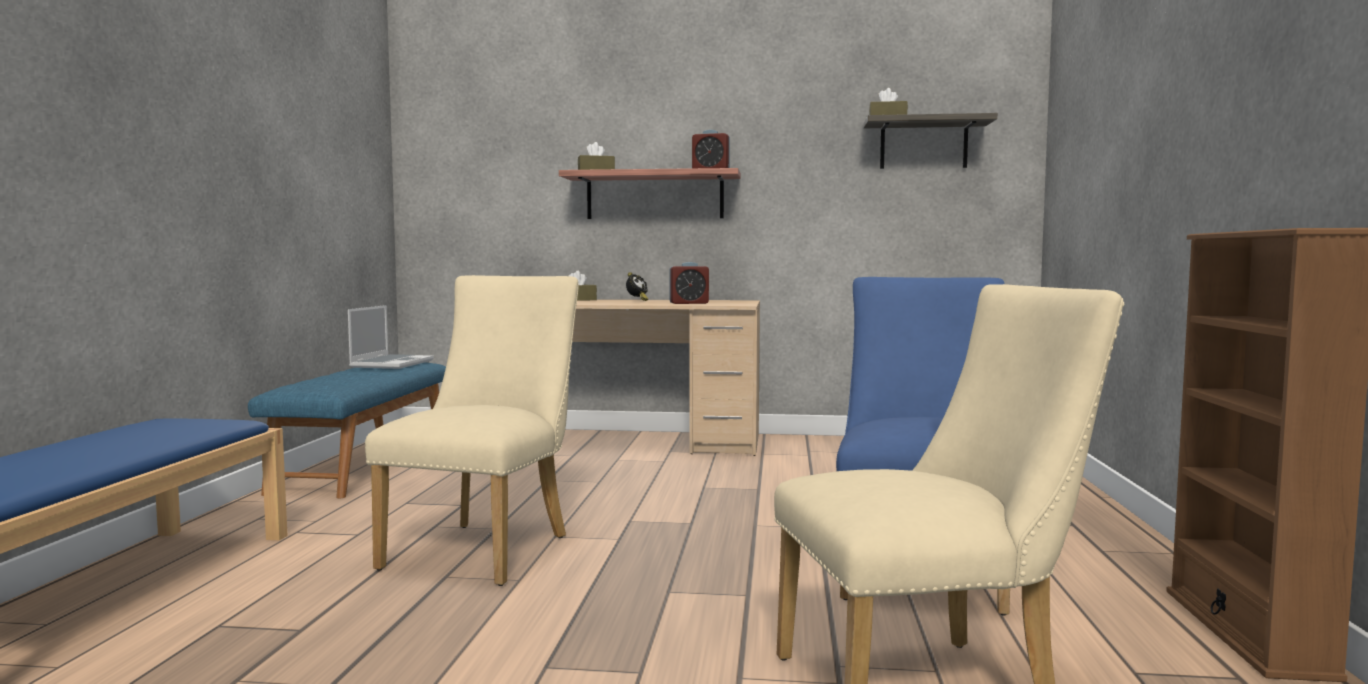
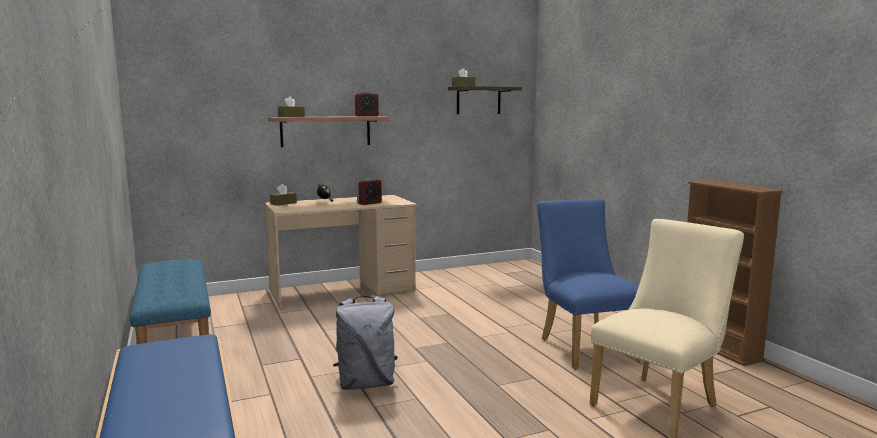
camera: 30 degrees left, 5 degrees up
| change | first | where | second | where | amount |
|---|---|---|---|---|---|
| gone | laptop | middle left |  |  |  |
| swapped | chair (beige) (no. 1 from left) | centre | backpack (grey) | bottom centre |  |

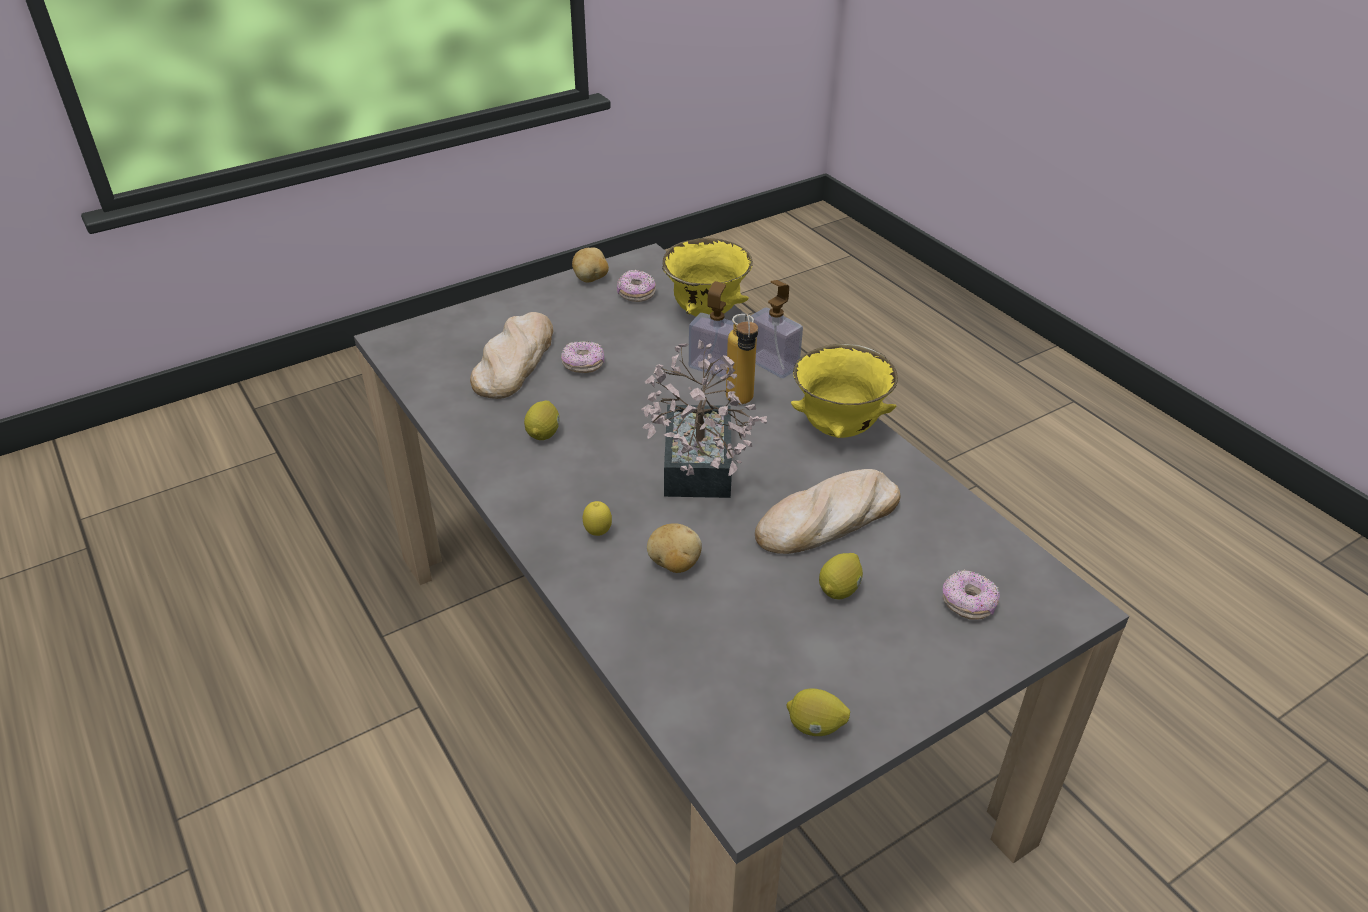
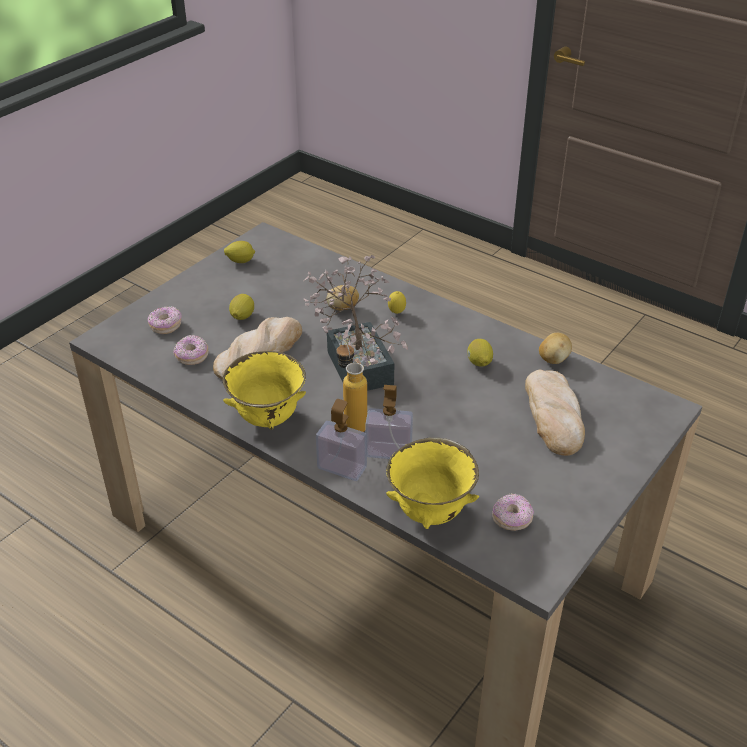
camera: 160 degrees right, 0 degrees up
| change | first | where | second | where | amount |
|---|---|---|---|---|---|
| shifted | donut (no. 1 from left in the first image) | centre | donut (no. 2 from left) | middle left |  |
| shifted | potato (no. 1 from left in the first image) | top centre | potato (no. 2 from left) | middle right |  |

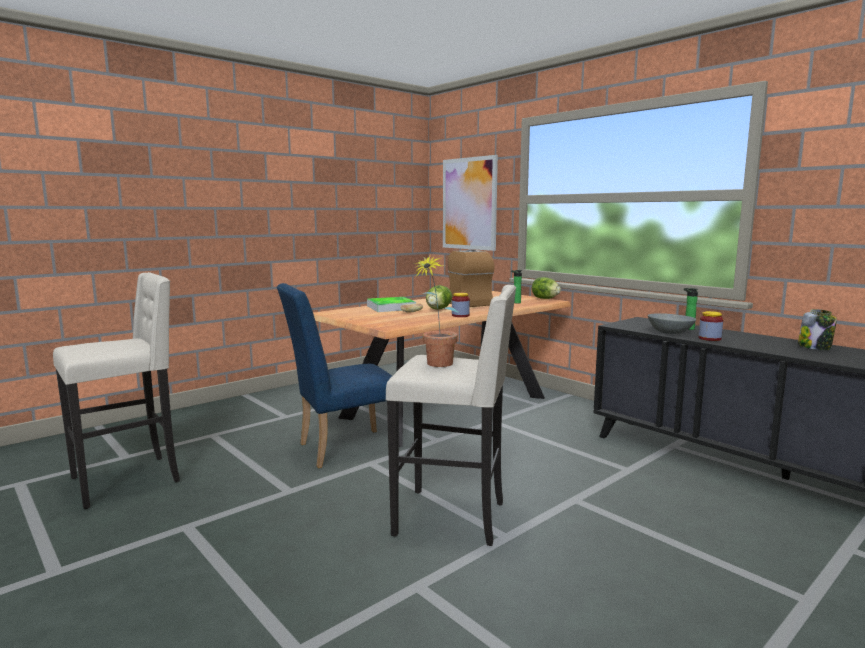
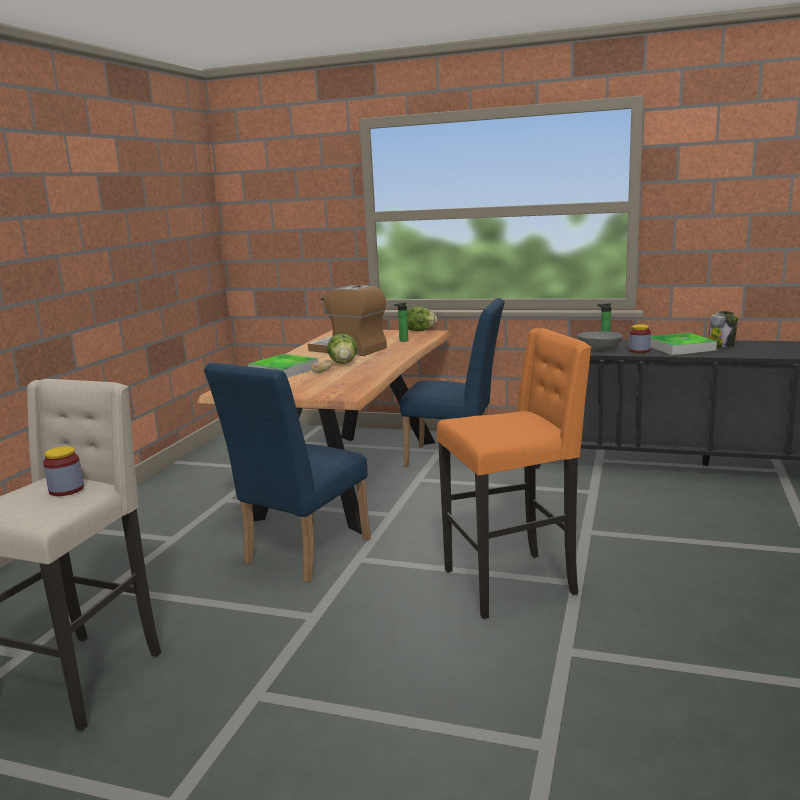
camera: 30 degrees left, 5 degrees up
| change | first | where | second | where | amount |
|---|---|---|---|---|---|
| gone | potted plant | centre |  |  |  |
| gone | picture | top centre |  |  |  |
| new |  |  | chair (blue) (no. 2 from left) | centre |  |
| new |  |  | tray (no. 2 from left) | middle right |  |
| shifted | jar (no. 1 from left) | centre |  | middle left |  |
| repainted | stool (beige) (no. 2 from left) | centre | stool (orange) | centre |  |

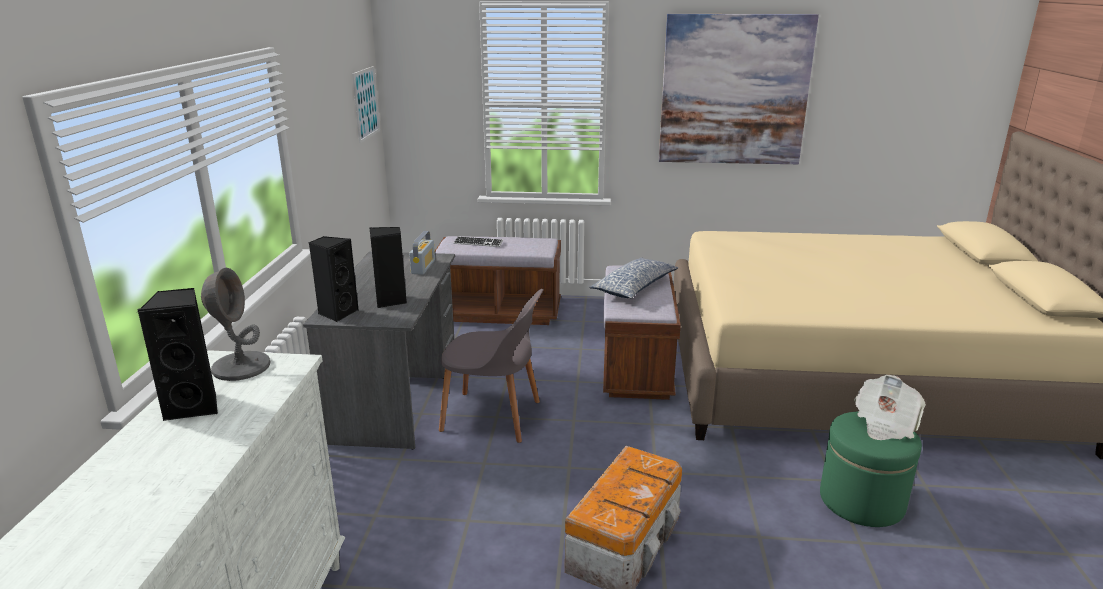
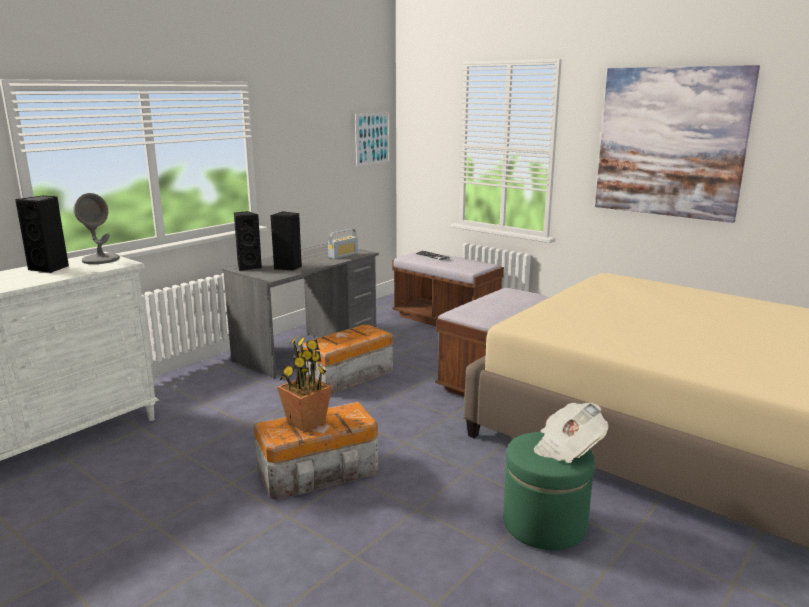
camera: 35 degrees right, 5 degrees down
| change | first | where | second | where | amount |
|---|---|---|---|---|---|
| gone | pillow | centre |  |  |  |
| new |  |  | potted plant | centre |  |
| swapped | chair (grey) | centre | storage box (no. 2 from left) | centre |  |

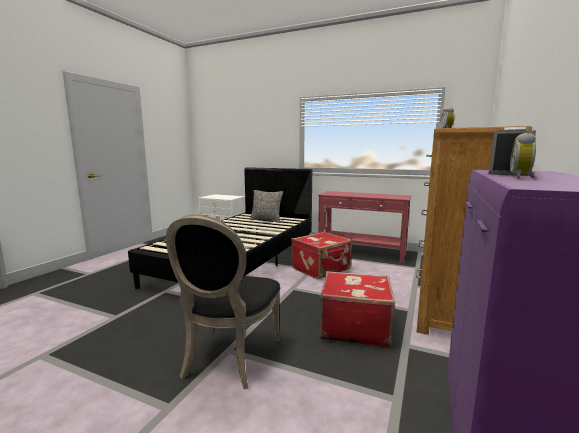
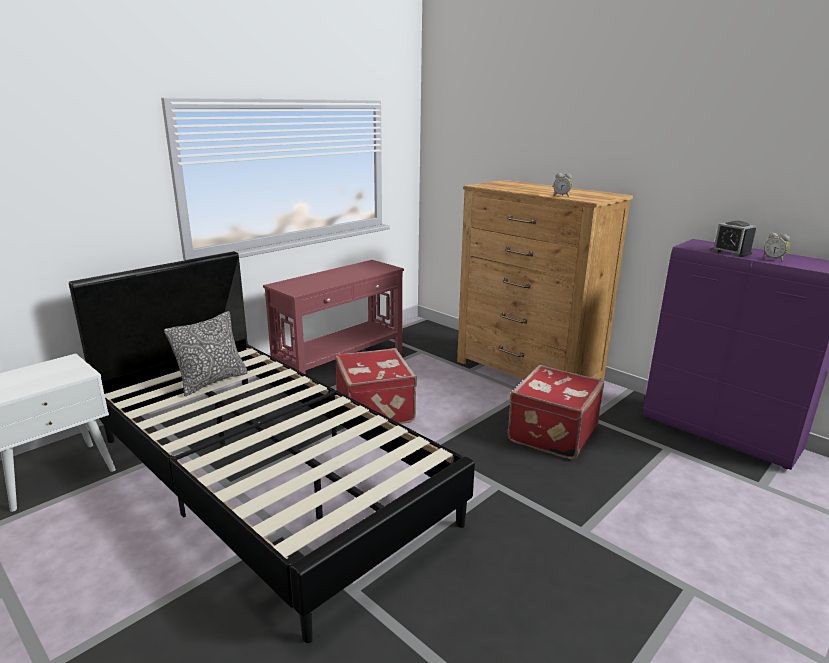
camera: 70 degrees left, 10 degrees up
| change | first | where | second | where | amount |
|---|---|---|---|---|---|
| gone | chair (black) | bottom centre |  |  |  |

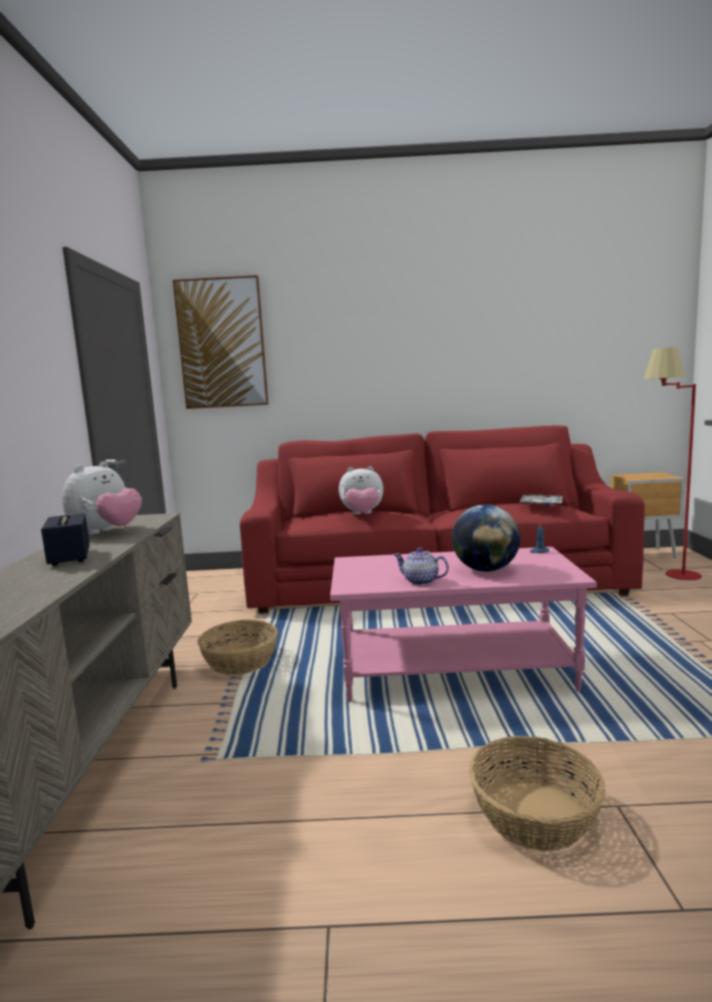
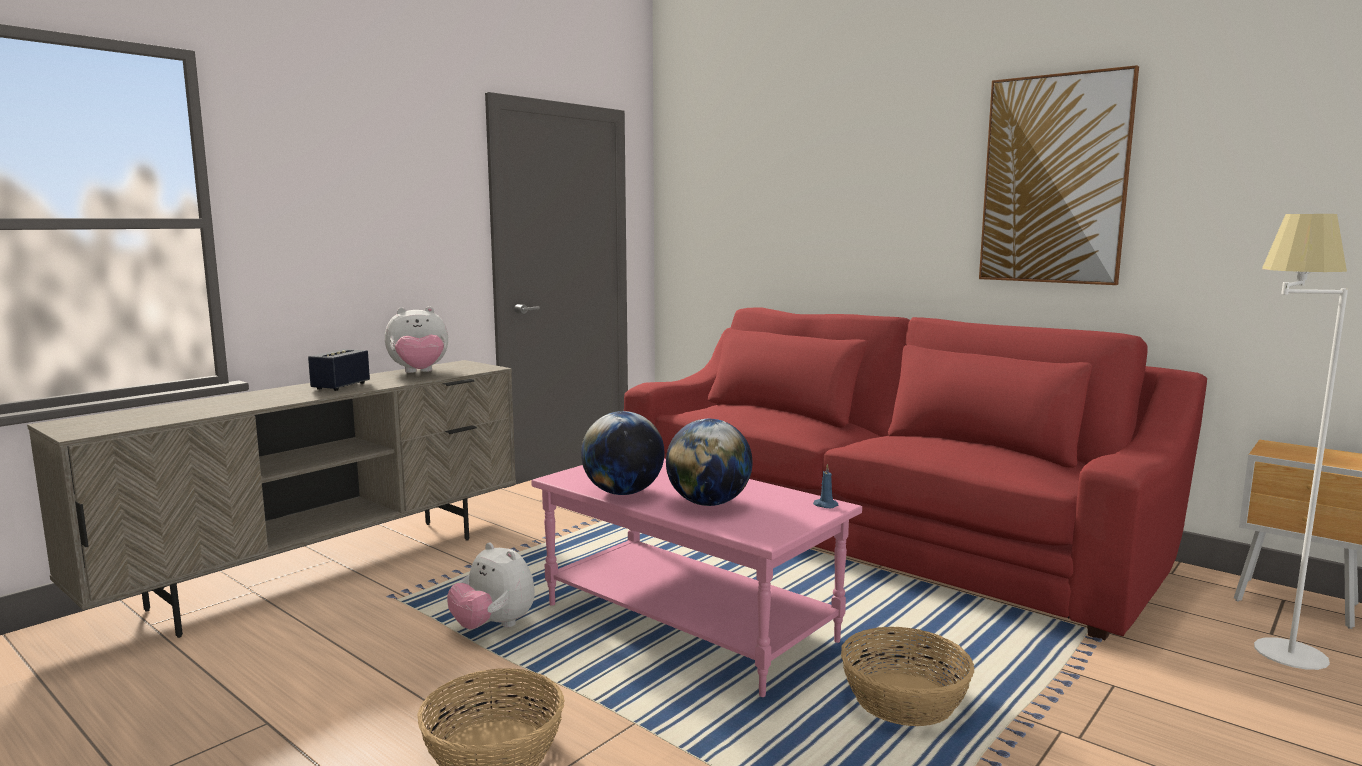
camera: 40 degrees right, 0 degrees up
| change | first | where | second | where | amount |
|---|---|---|---|---|---|
| gone | tray | middle right |  |  |  |
| shifted | picture | middle left |  | top right |  |
| shifted | basket (no. 1 from left in the first image) | middle left | basket (no. 2 from left) | bottom right |  |
| shifted | plush toy (no. 2 from left) | centre |  | bottom centre |  |
| swapped | teapot | centre | globe (no. 1 from left) | centre |  |
| repainted | floor lamp (red) | middle right | floor lamp (white) | middle right |  |

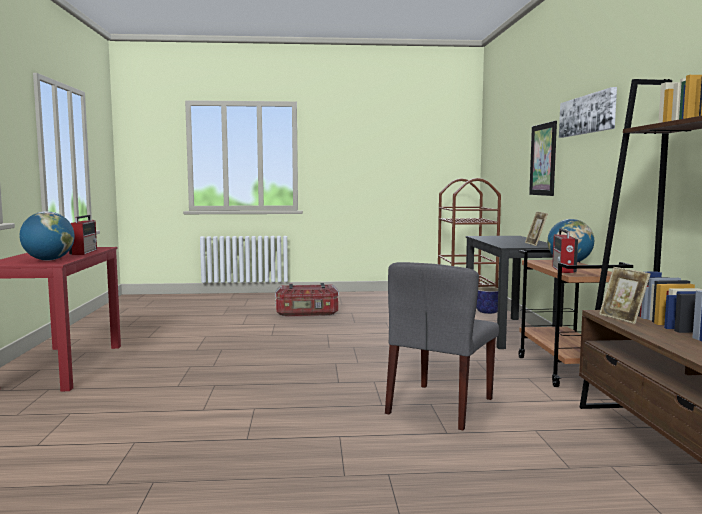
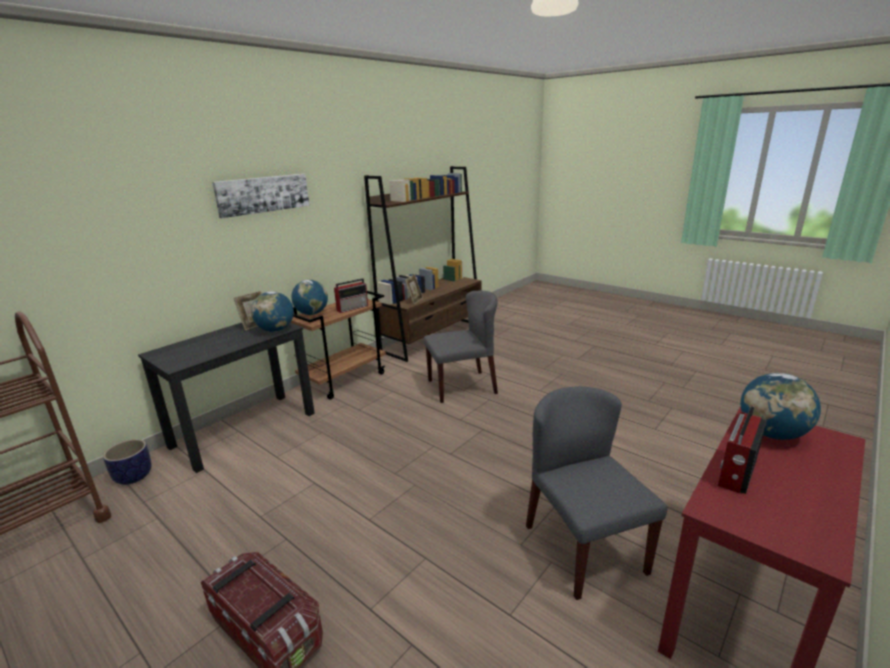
camera: 135 degrees left, 15 degrees up
| change | first | where | second | where | amount |
|---|---|---|---|---|---|
| gone | picture (no. 1 from left) | top right |  |  |  |
| new |  |  | globe (no. 1 from left) | middle left |  |
| new |  |  | chair (grey) (no. 2 from left) | bottom right |  |

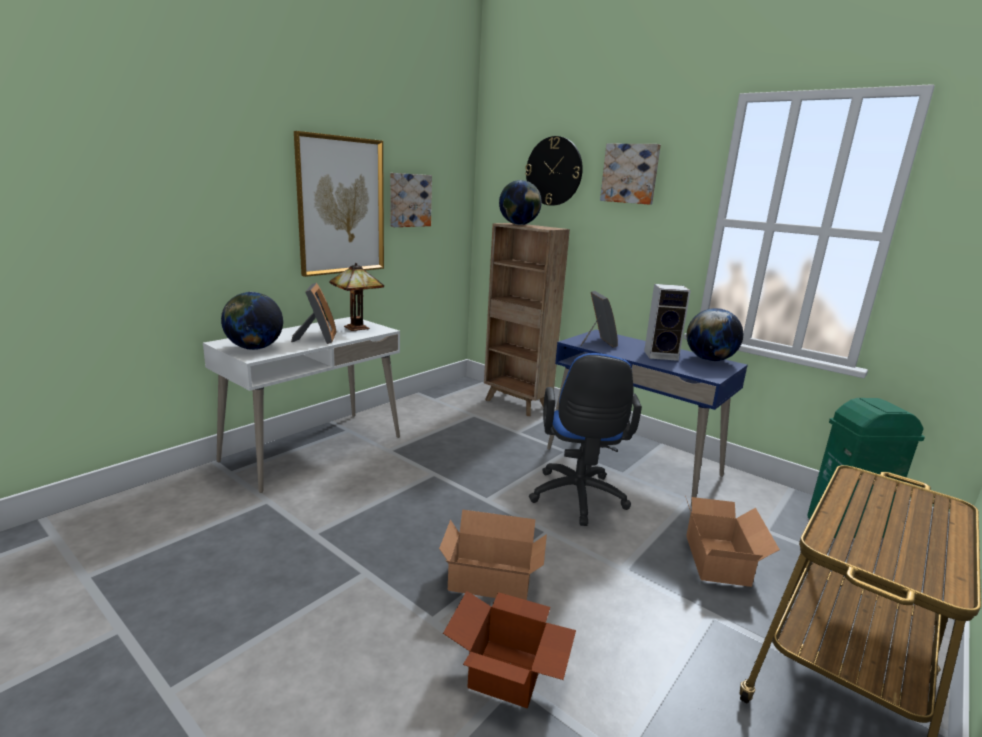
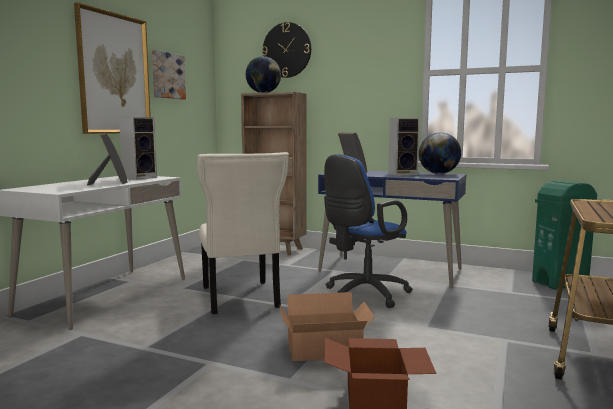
camera: 15 degrees left, 10 degrees down
| change | first | where | second | where | amount |
|---|---|---|---|---|---|
| gone | globe (no. 1 from left) | middle left |  |  |  |
| gone | picture (no. 3 from left) | top centre |  |  |  |
| gone | cardboard box (no. 3 from left) | bottom right |  |  |  |
| new |  |  | chair (beige) | centre |  |
| swapped | table lamp | centre | speaker (no. 1 from left) | middle left |  |
| rotated | office chair (blue) | centre |  | centre | 60 degrees clockwise |

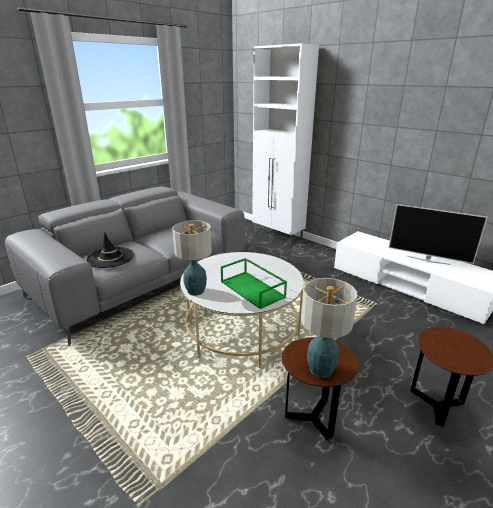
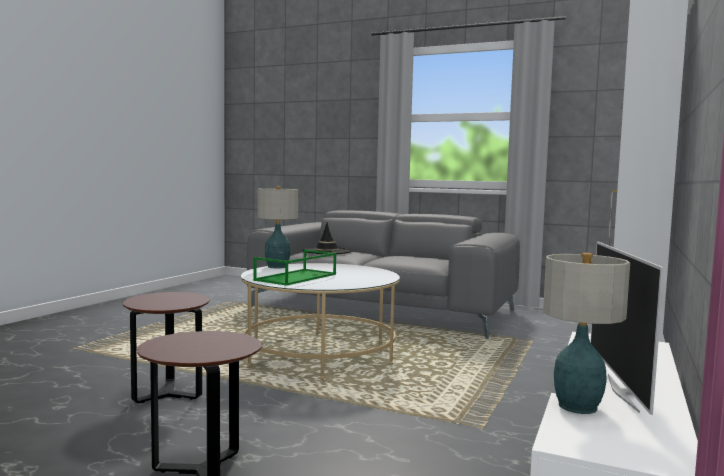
camera: 70 degrees right, 20 degrees down
| change | first | where | second | where | amount |
|---|---|---|---|---|---|
| shifted | table lamp (no. 2 from left) | middle right |  | bottom right |  |

